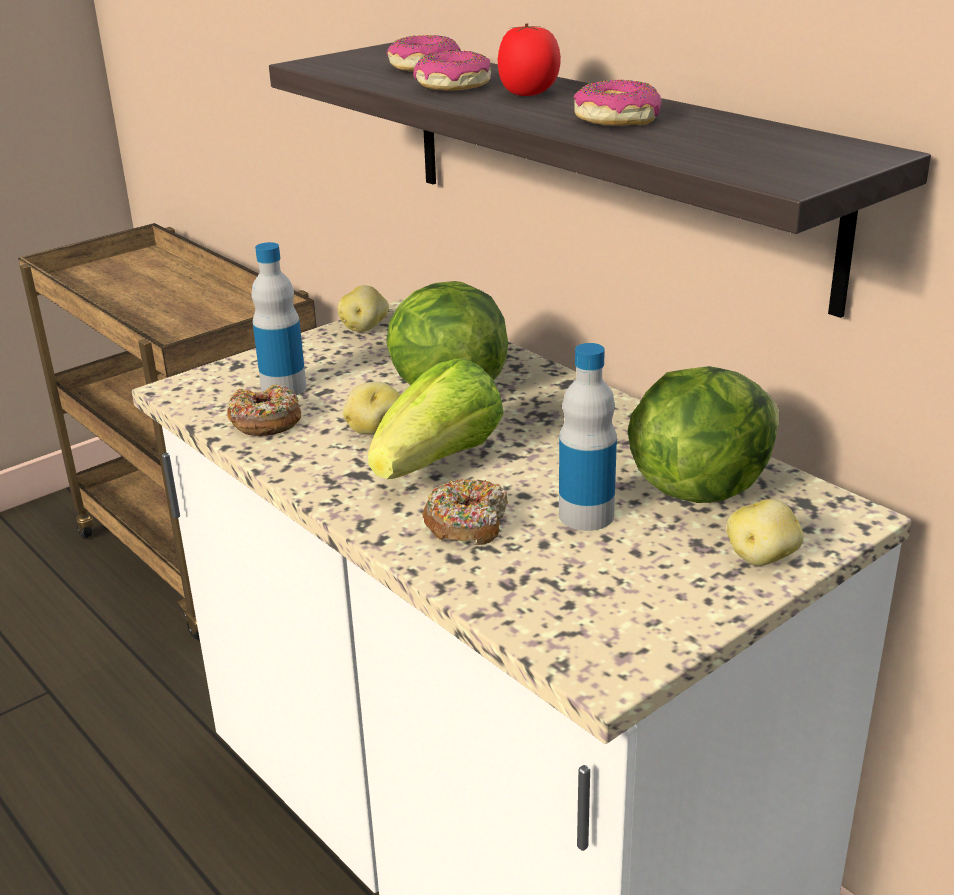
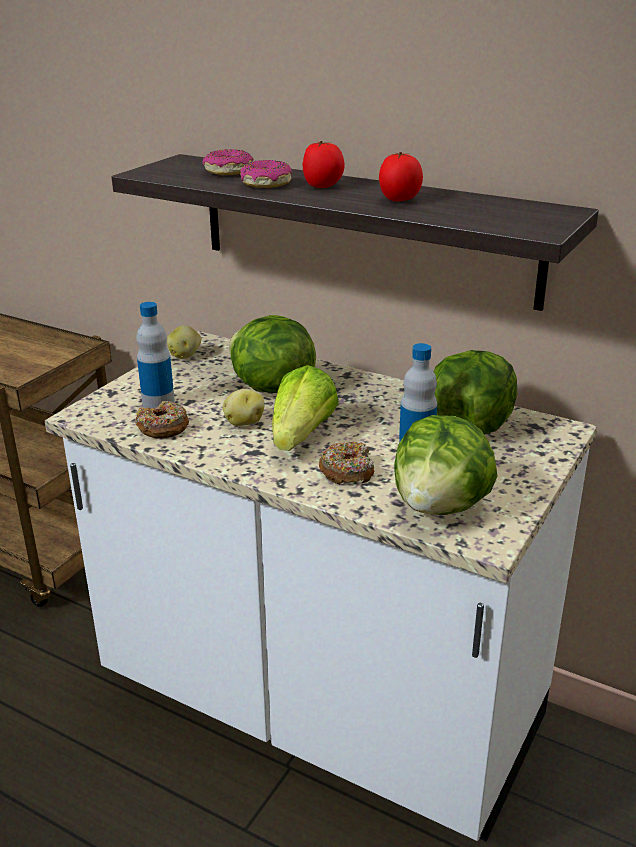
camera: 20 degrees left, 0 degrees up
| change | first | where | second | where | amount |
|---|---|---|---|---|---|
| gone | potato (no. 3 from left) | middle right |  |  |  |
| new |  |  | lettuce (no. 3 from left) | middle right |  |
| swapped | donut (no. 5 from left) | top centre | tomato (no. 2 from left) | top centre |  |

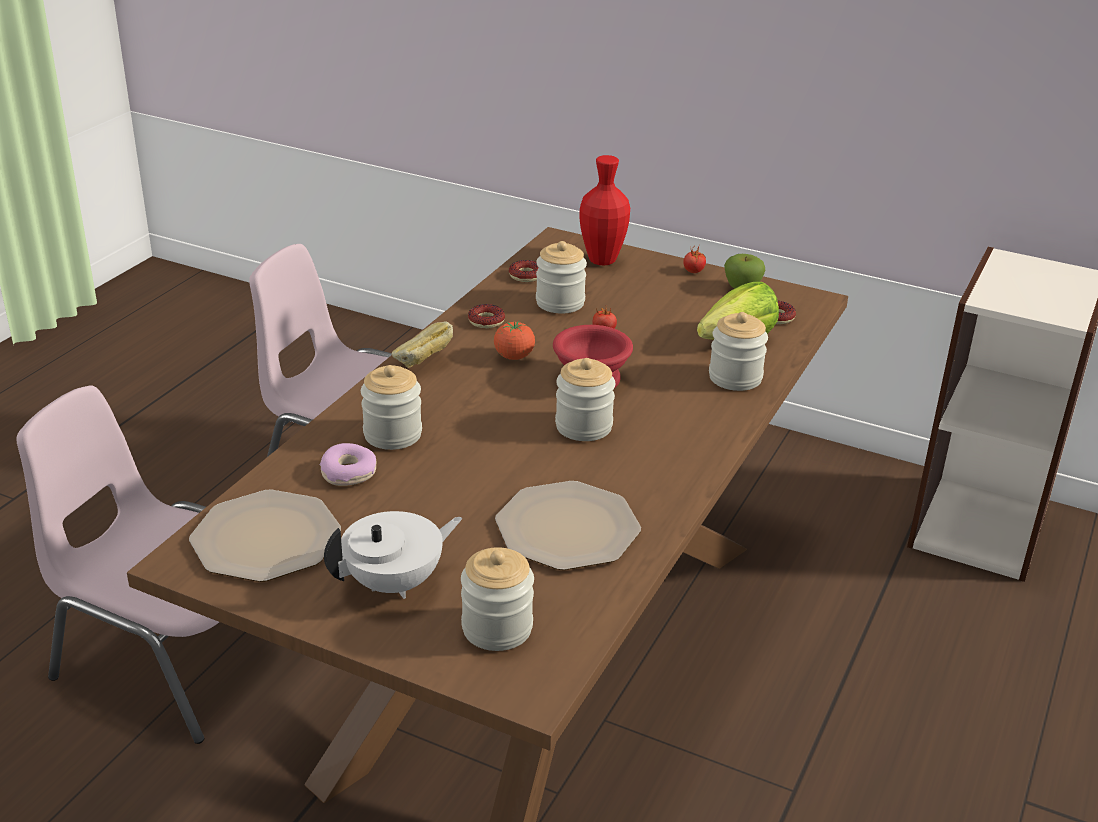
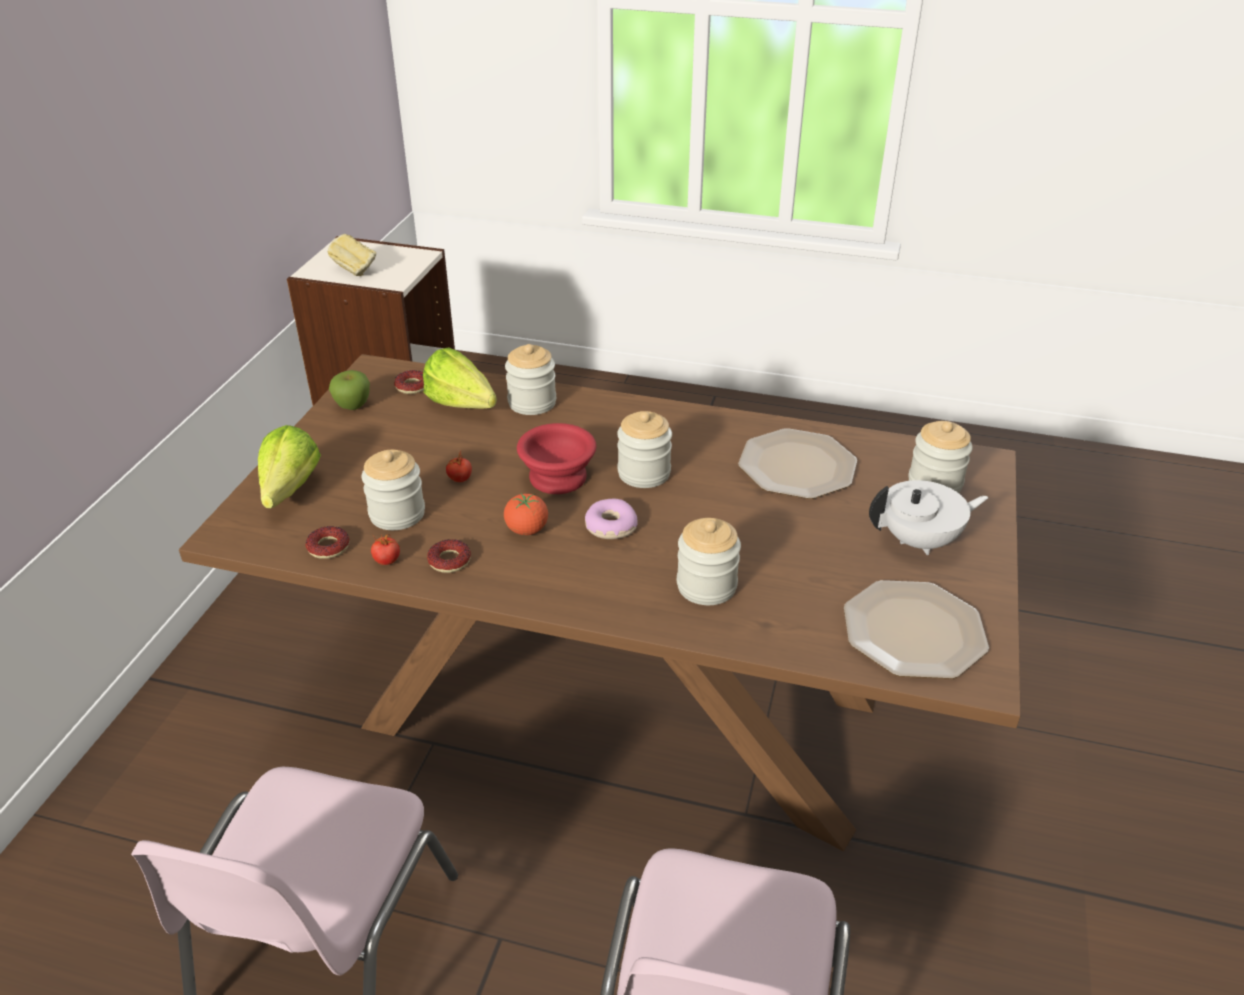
camera: 100 degrees left, 5 degrees up
| change | first | where | second | where | amount |
|---|---|---|---|---|---|
| shifted | donut (no. 1 from left in the first image) | middle left | donut (no. 4 from left) | centre |  |
| shifted | bread | centre |  | top left |  |
| shifted | tomato (no. 3 from left in the first image) | top centre | tomato (no. 1 from left) | middle left |  |
| swapped | vase (red) | top centre | lettuce (no. 1 from left) | middle left |  |
| rotated | teapot (white) | bottom centre |  | middle right | 120 degrees clockwise |

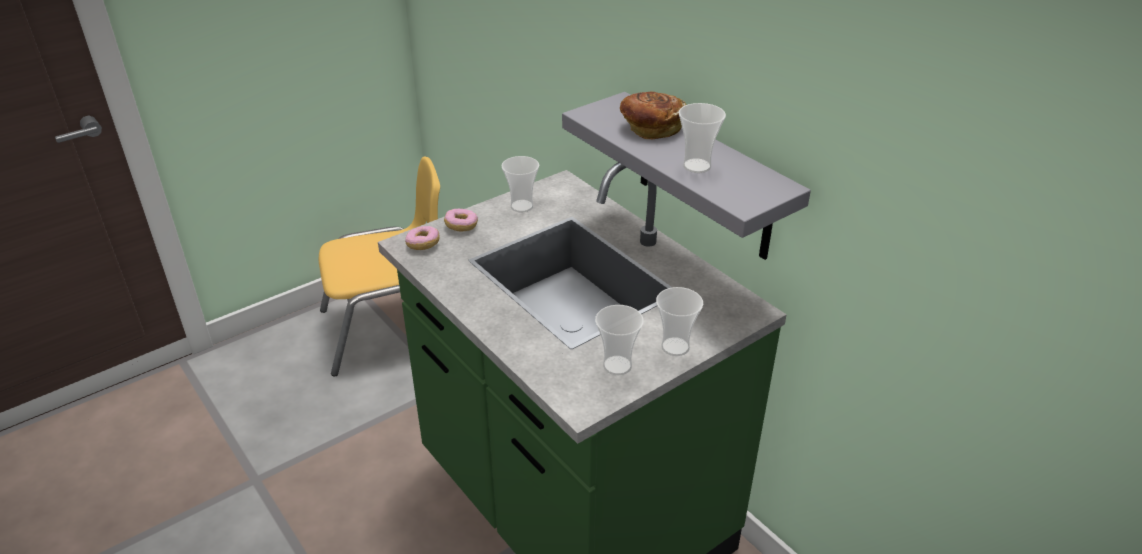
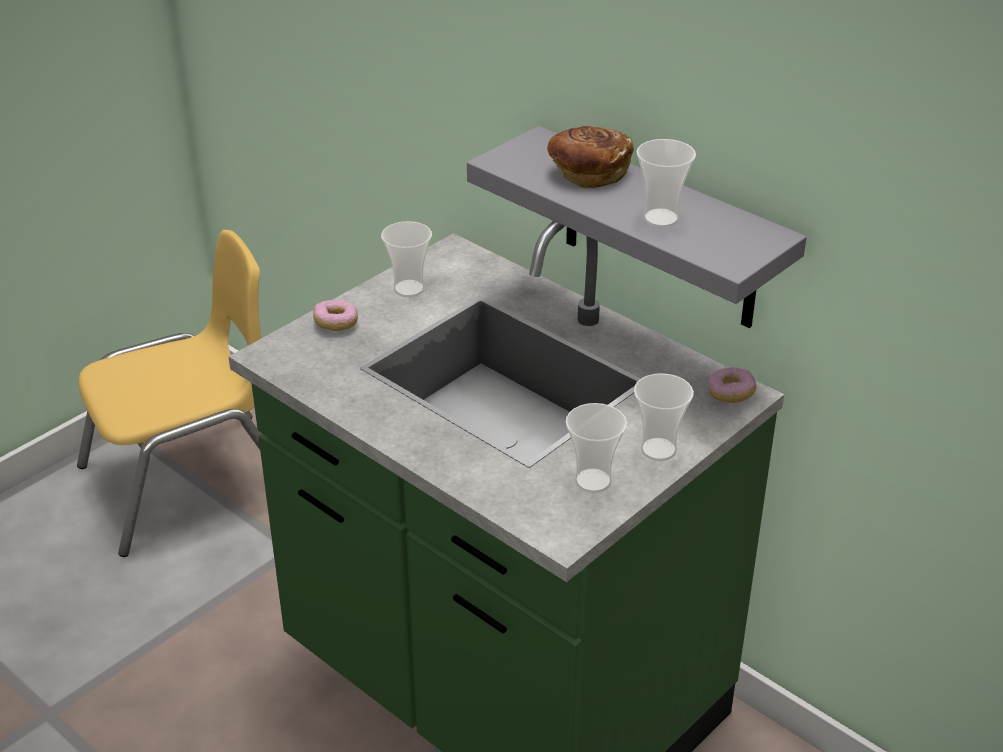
camera: 10 degrees left, 0 degrees up
| change | first | where | second | where | amount |
|---|---|---|---|---|---|
| shifted | donut (no. 1 from left in the first image) | centre | donut (no. 2 from left) | middle right |  |

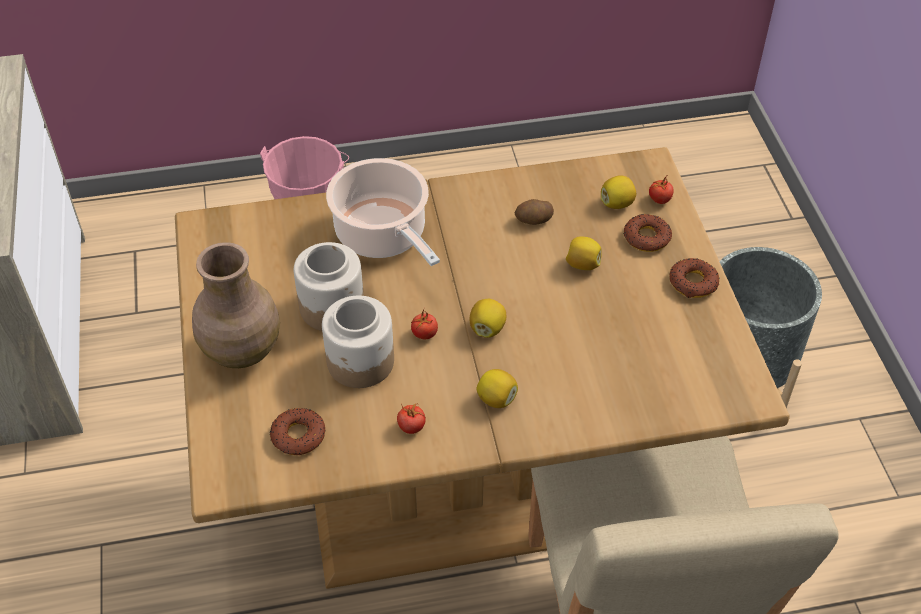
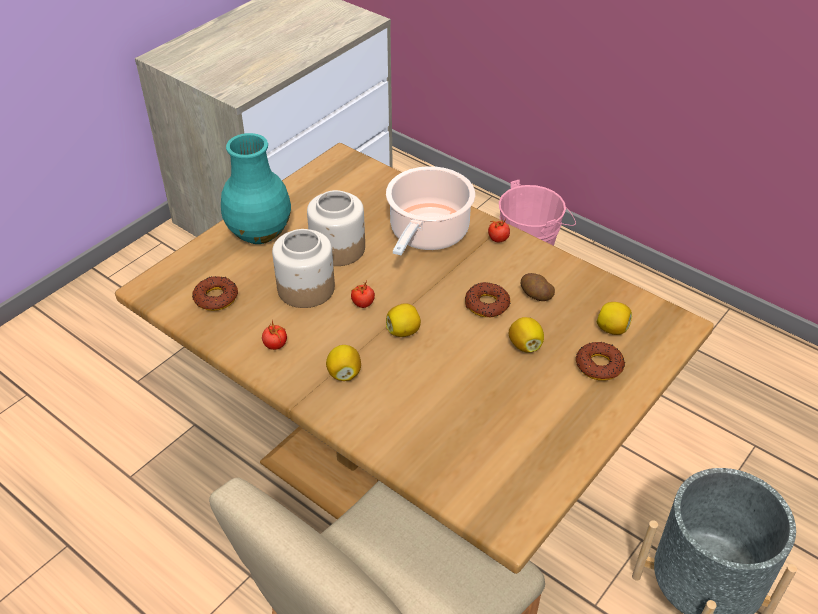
camera: 50 degrees right, 5 degrees down
| change | first | where | second | where | amount |
|---|---|---|---|---|---|
| shifted | tomato (no. 3 from left) | top right |  | centre |  |
| shifted | donut (no. 3 from left in the first image) | middle right | donut (no. 2 from left) | centre |  |
| repainted | vase (brown) | middle left | vase (turquoise) | top left |  |

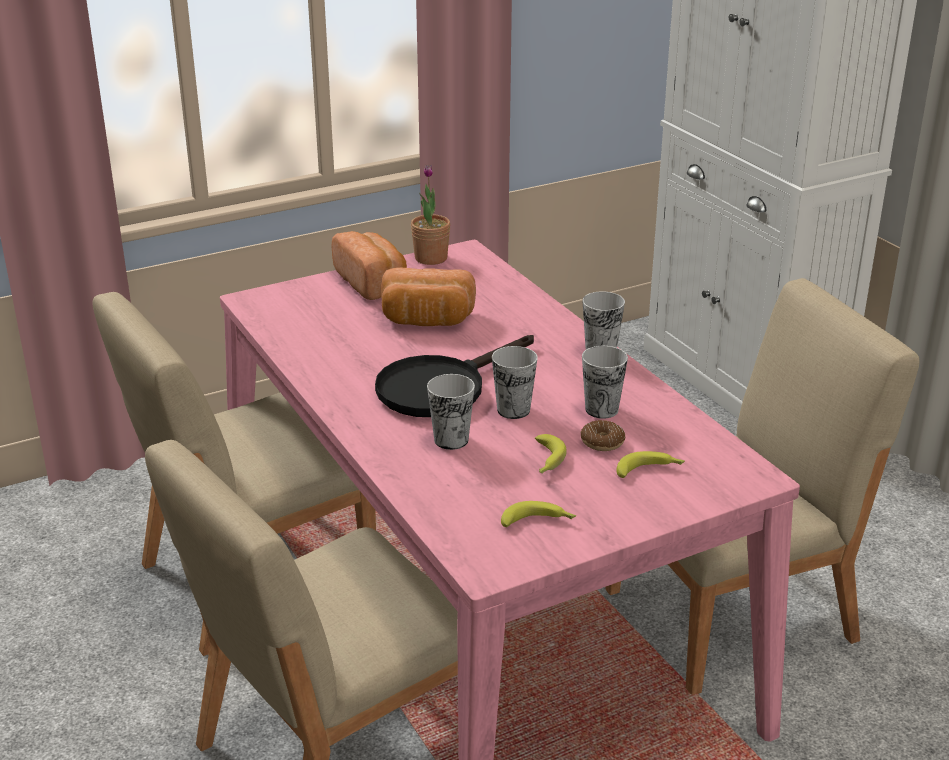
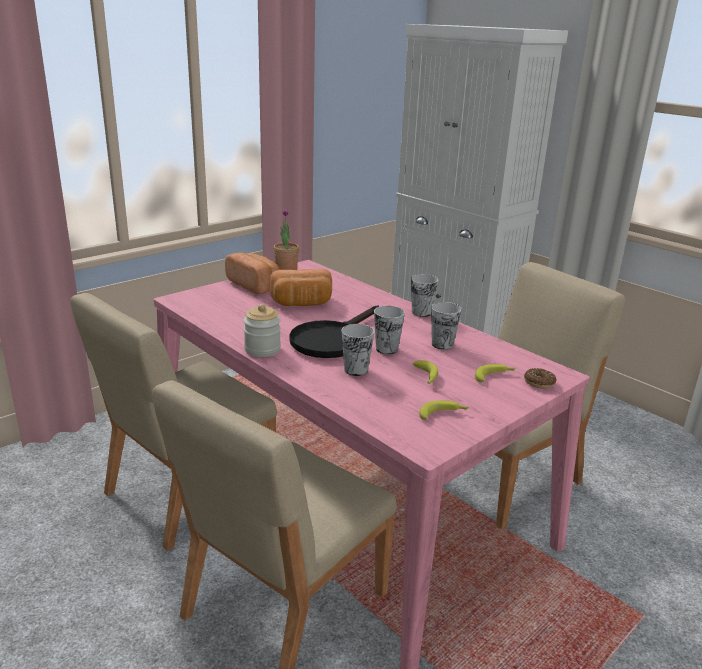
camera: 15 degrees left, 5 degrees down
| change | first | where | second | where | amount |
|---|---|---|---|---|---|
| new |  |  | jar | centre |  |
| shifted | donut | centre |  | middle right |  |

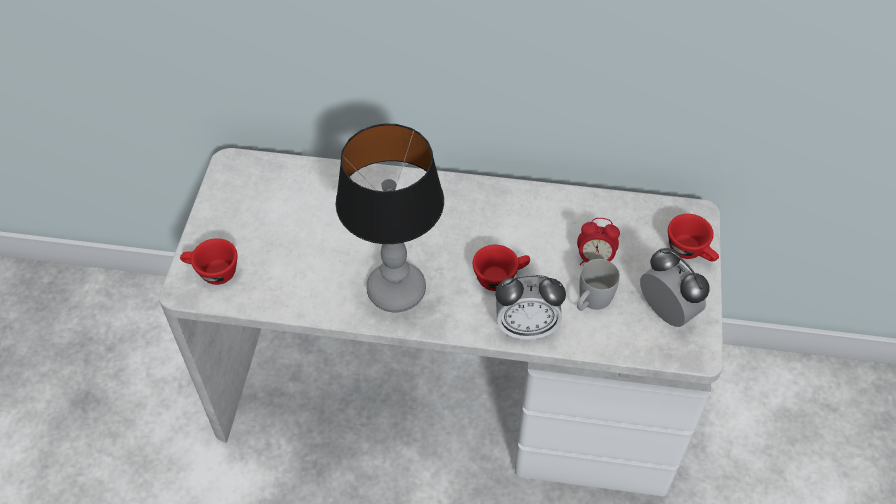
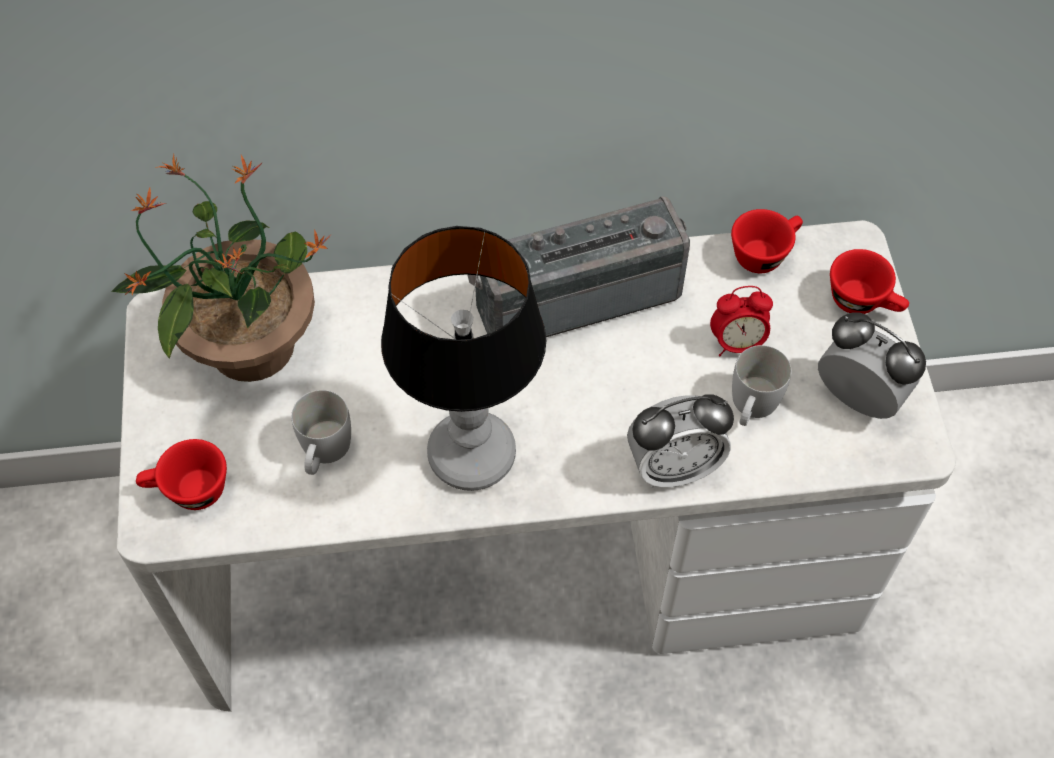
camera: 15 degrees left, 5 degrees up
| change | first | where | second | where | amount |
|---|---|---|---|---|---|
| new |  |  | potted plant | middle left |  |
| new |  |  | mug (white) (no. 1 from left) | middle left |  |
| new |  |  | radio | centre |  |
| shifted | cup (red) (no. 2 from left) | centre |  | top right |  |

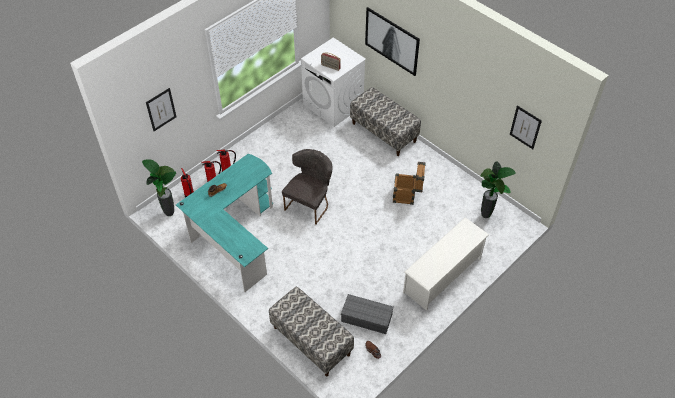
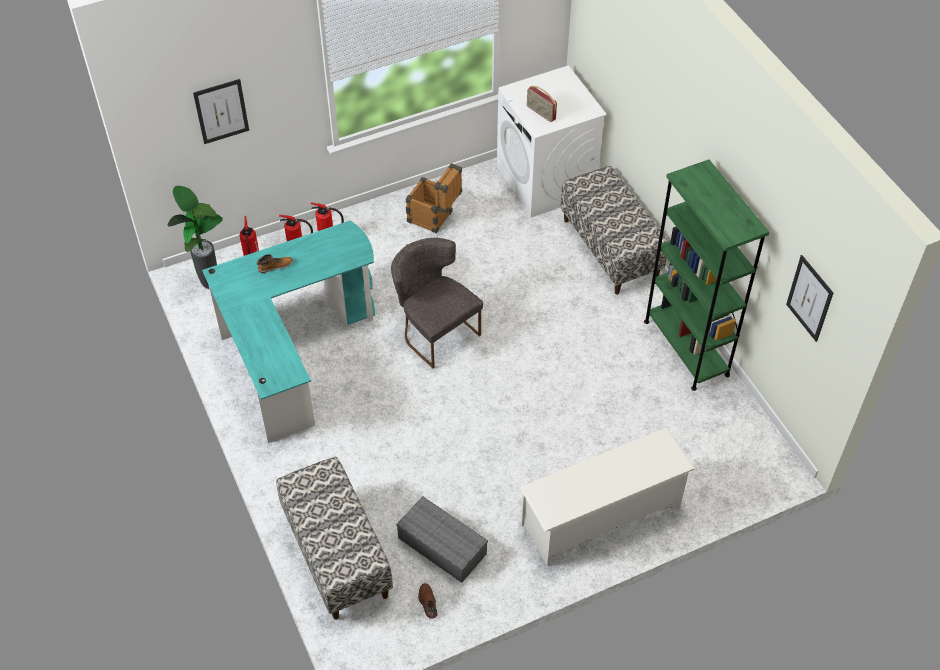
camera: 20 degrees right, 0 degrees up
| change | first | where | second | where | amount |
|---|---|---|---|---|---|
| gone | picture (no. 2 from left) | top centre |  |  |  |
| gone | potted plant (no. 2 from left) | middle right |  |  |  |
| new |  |  | bookcase (green) | middle right |  |
| shifted | crate | centre |  | top centre |  |
| rotated | chair (grey) | centre |  | centre | 90 degrees counterclockwise |

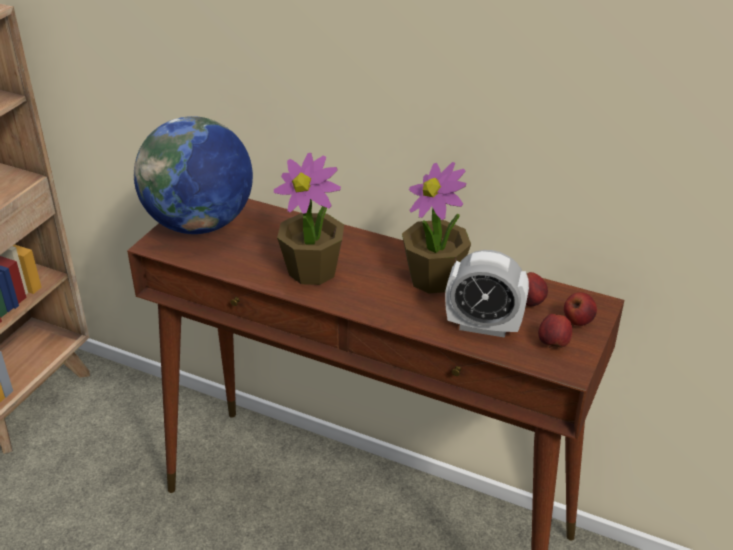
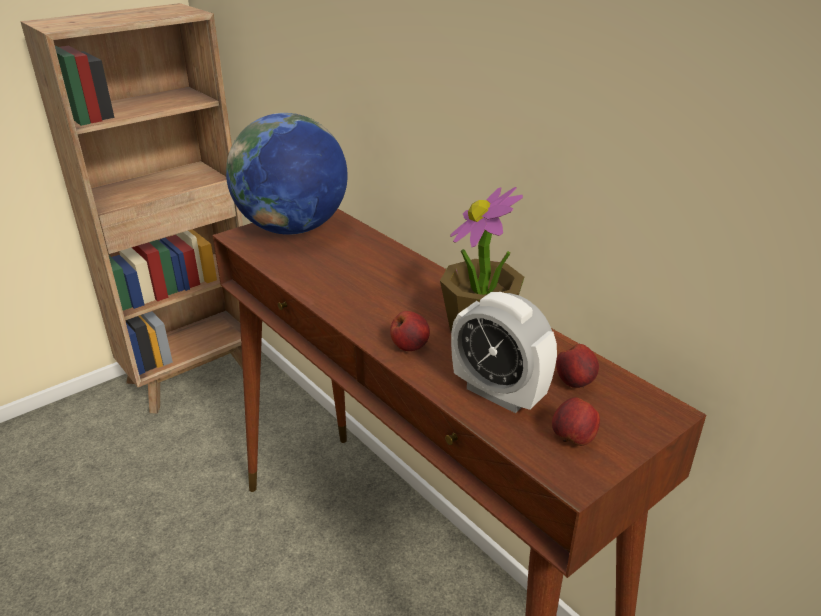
camera: 25 degrees right, 5 degrees down
| change | first | where | second | where | amount |
|---|---|---|---|---|---|
| gone | potted plant (no. 1 from left) | centre |  |  |  |
| shifted | apple (no. 3 from left in the first image) | middle right | apple (no. 1 from left) | centre |  |

